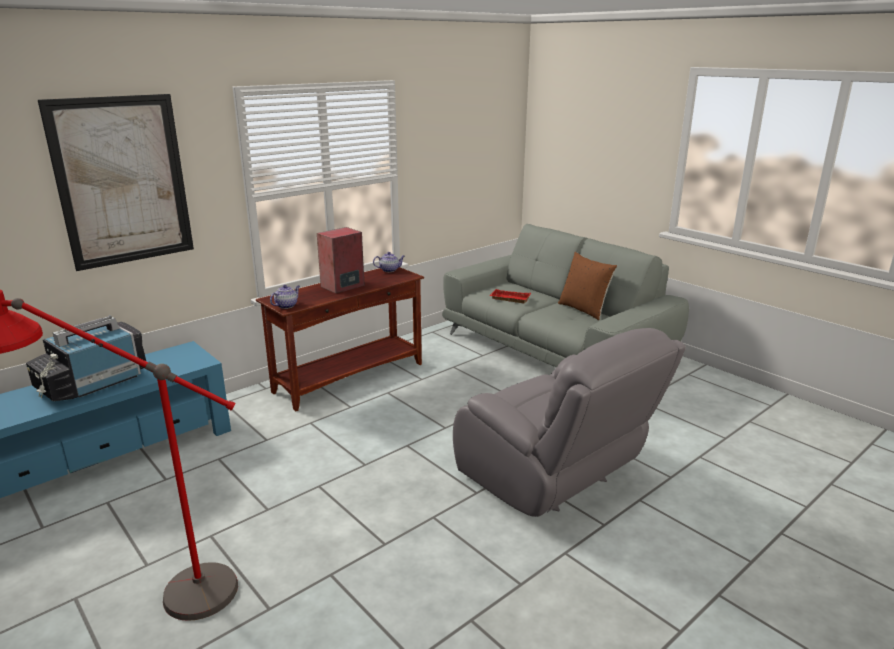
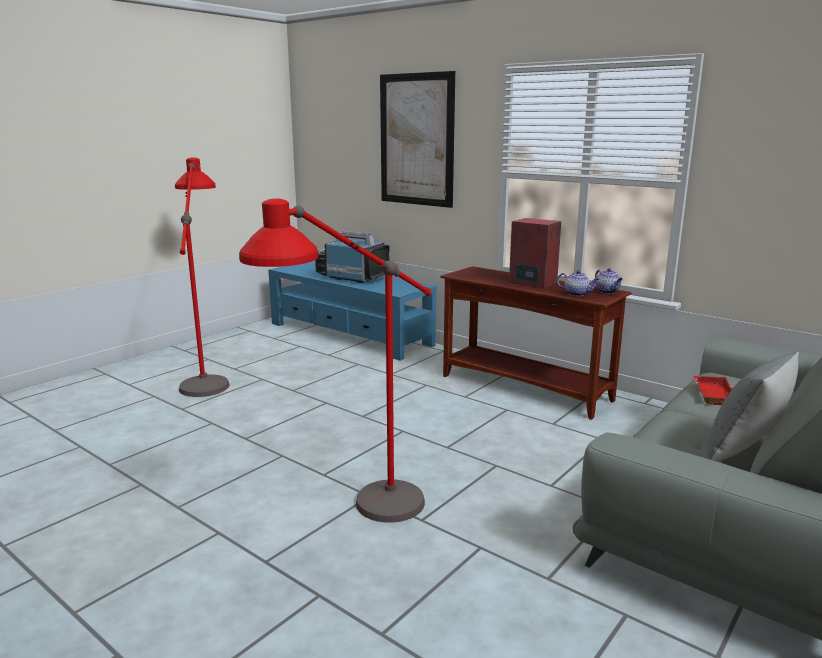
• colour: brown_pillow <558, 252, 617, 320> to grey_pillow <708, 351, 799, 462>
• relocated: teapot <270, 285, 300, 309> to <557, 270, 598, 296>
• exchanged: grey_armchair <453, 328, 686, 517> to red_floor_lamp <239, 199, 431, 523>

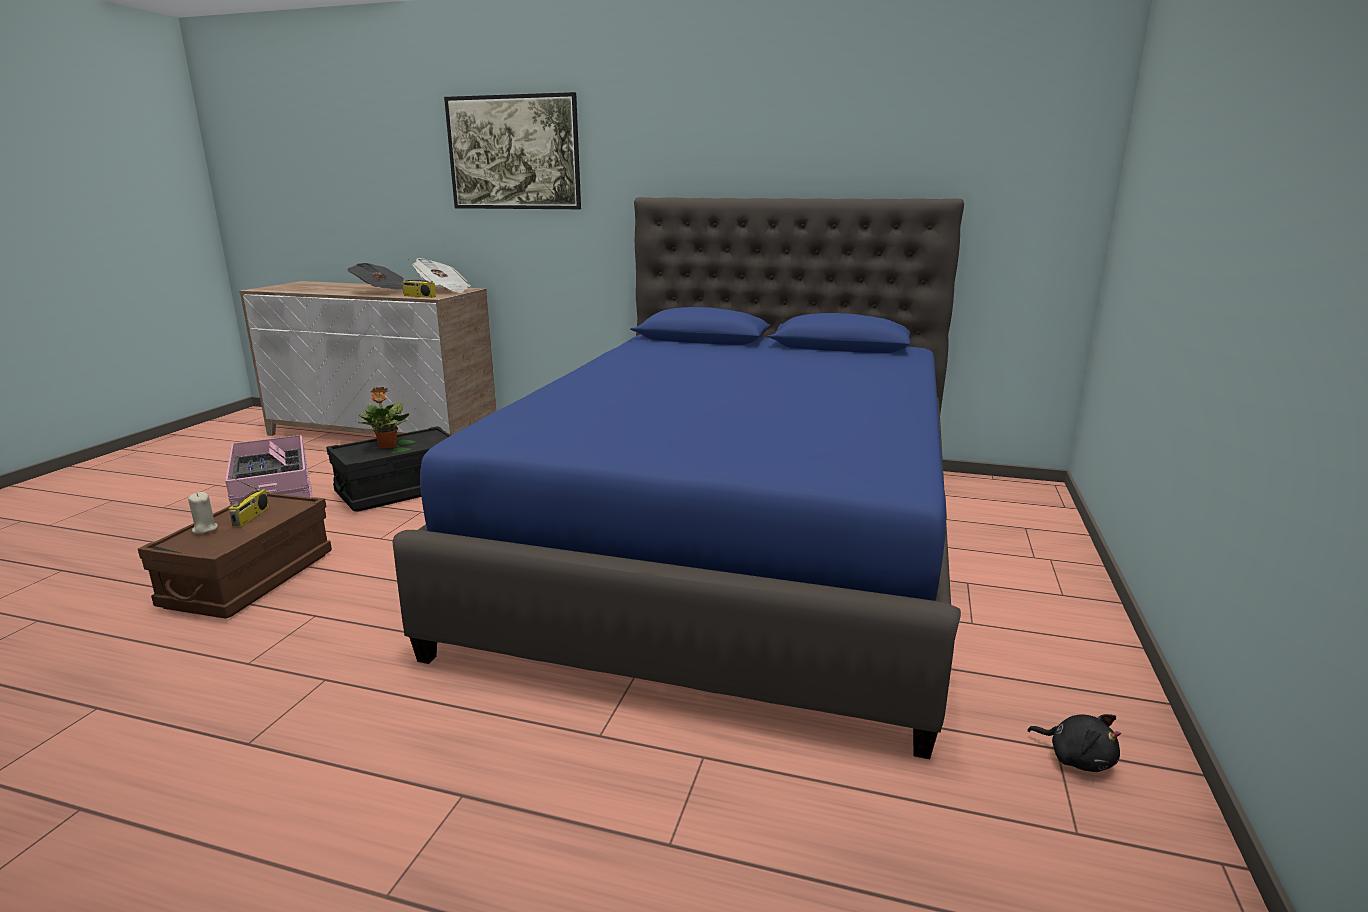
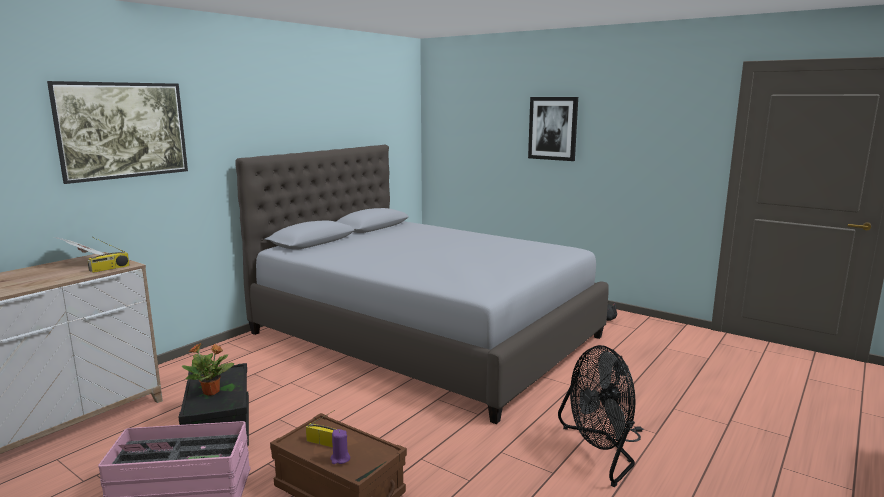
• colour: blue_bed <392, 197, 964, 759> to grey_bed <235, 145, 609, 424>
• missing: newspaper <348, 263, 404, 290>
• colour: beige_candle <188, 492, 218, 534> to purple_candle <330, 429, 350, 464>
• appeared: picture <528, 97, 578, 161>
• appeared: black_fan <558, 345, 643, 487>

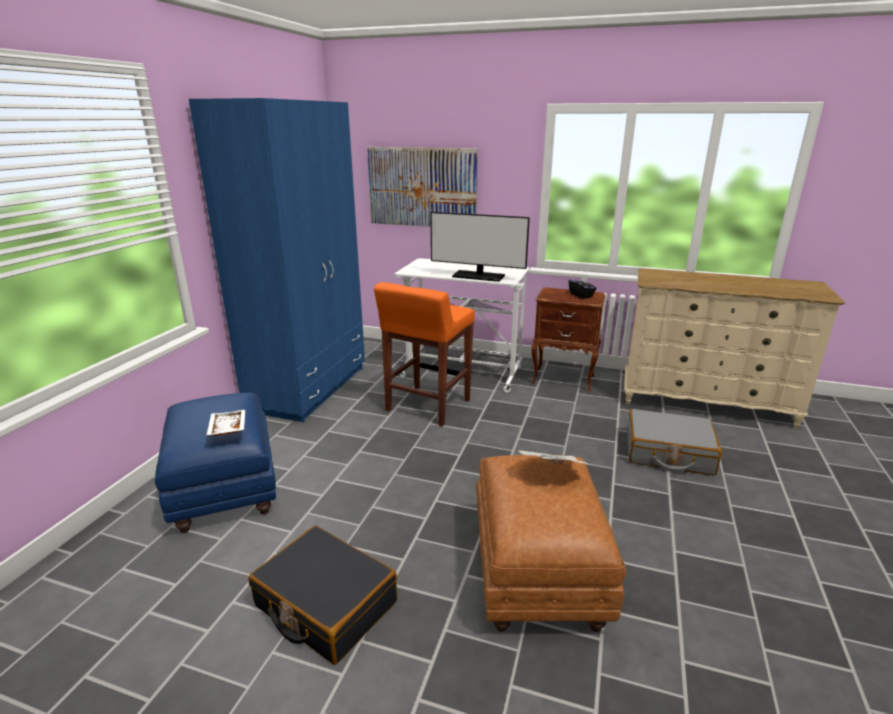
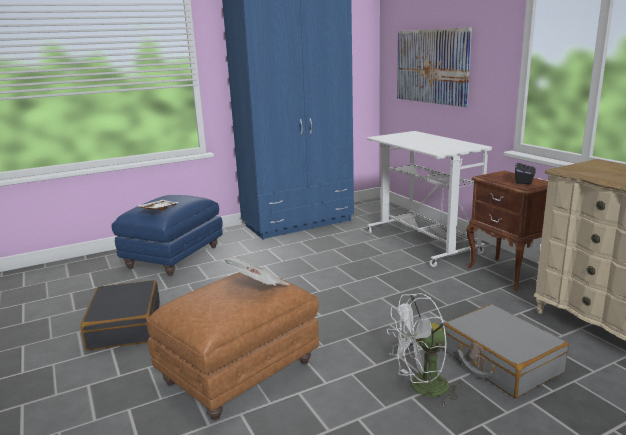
• missing: monitor <430, 212, 530, 282>
• missing: orange_stool <374, 282, 475, 426>
• appeared: white_fan <387, 293, 462, 406>

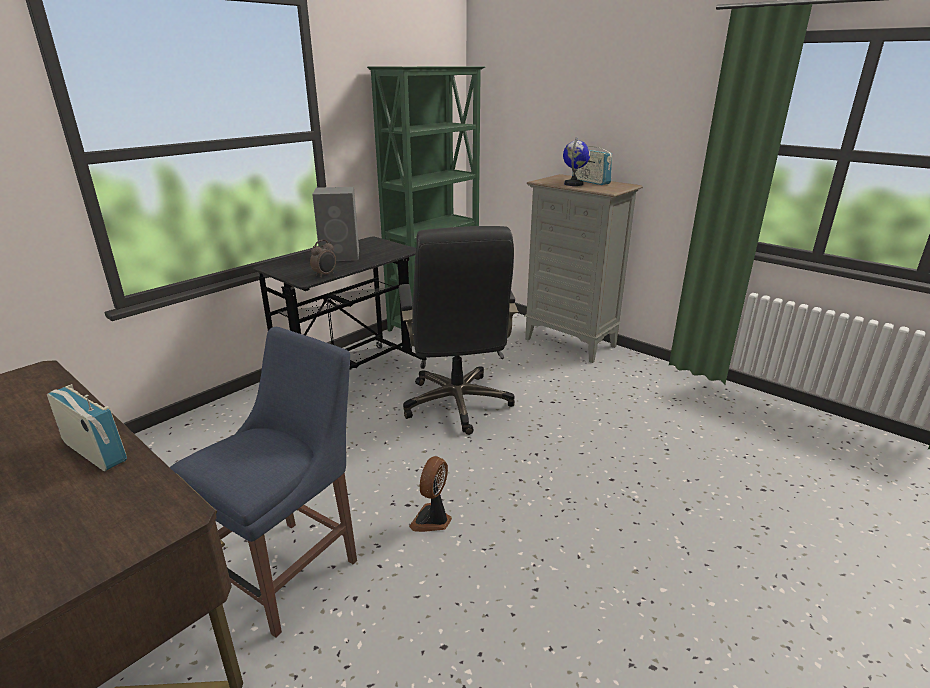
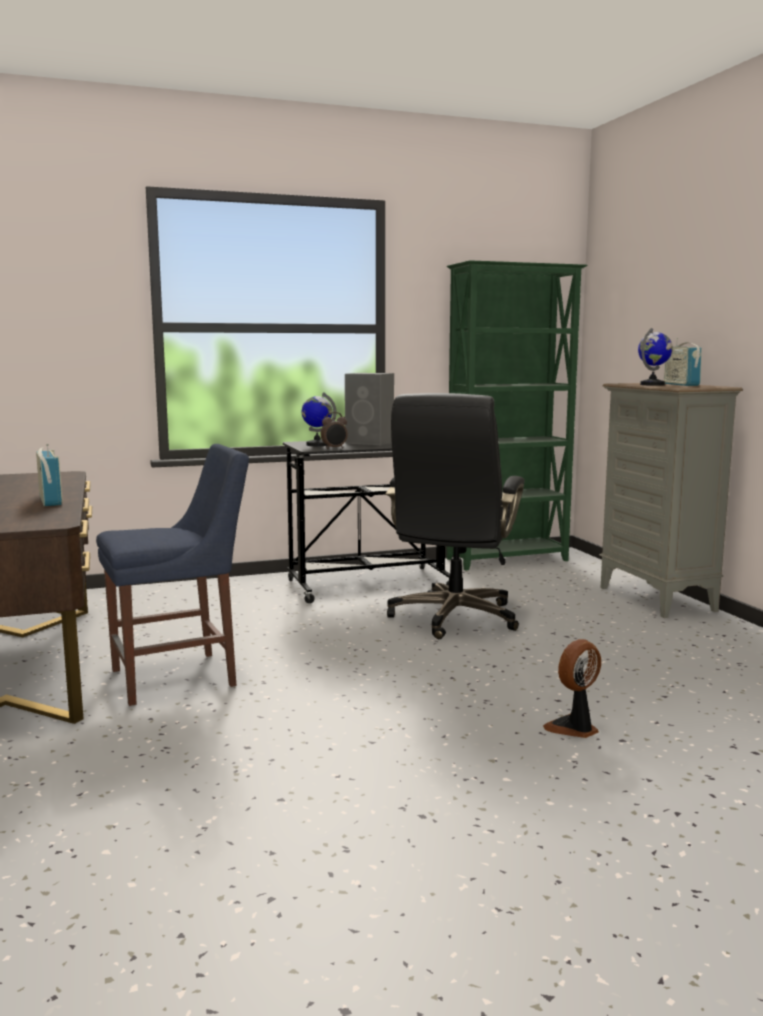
• relocated: fan <409, 456, 452, 532> to <543, 639, 601, 738>
• appeared: globe <302, 392, 336, 446>

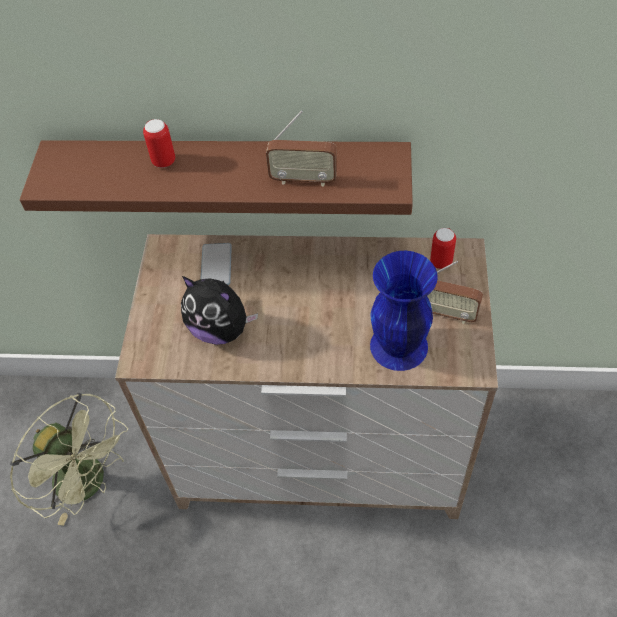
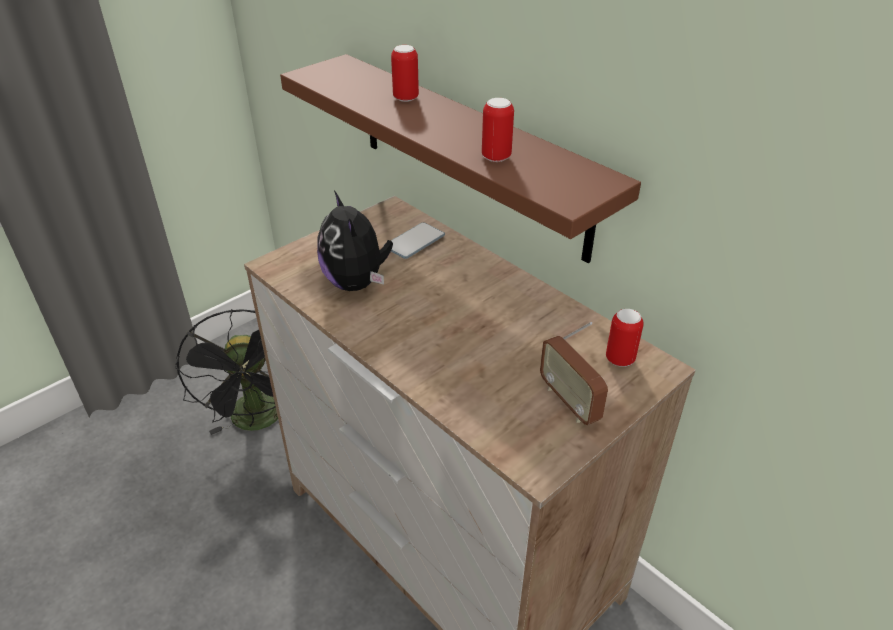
• exchanged: radio <266, 111, 337, 186> to can <482, 98, 514, 162>
• missing: blue_vase <370, 251, 438, 371>
• colour: green_fan <10, 393, 128, 526> to black_fan <175, 309, 278, 435>

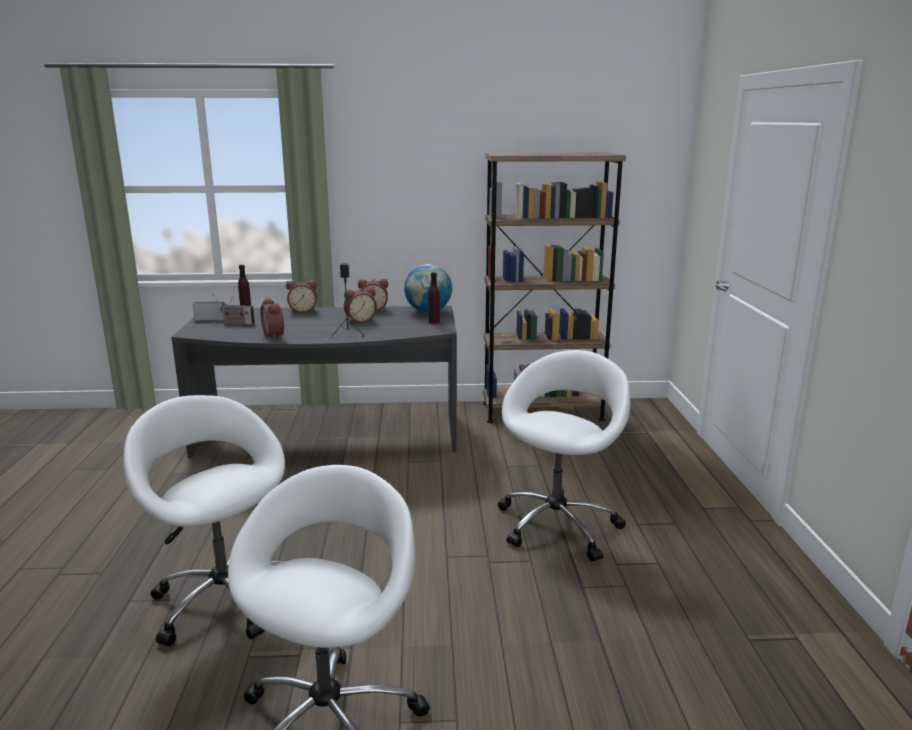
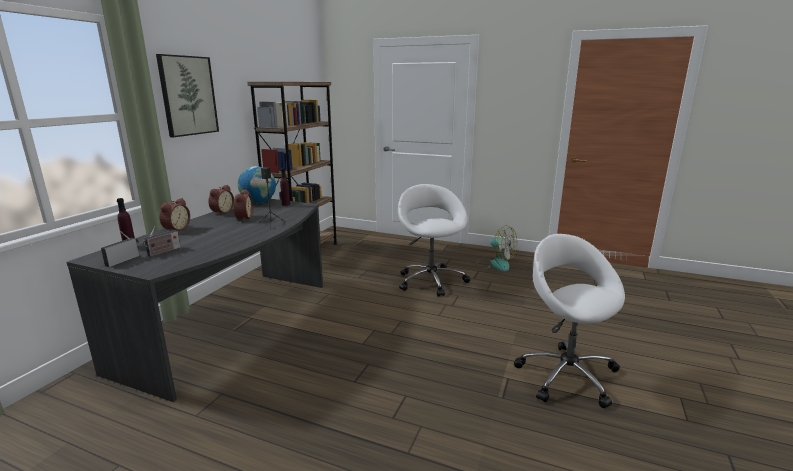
• missing: alarm_clock <260, 298, 284, 339>
• missing: white_office_chair <123, 395, 286, 646>
• appeared: picture <156, 54, 219, 137>
• appeared: fan <476, 225, 517, 271>

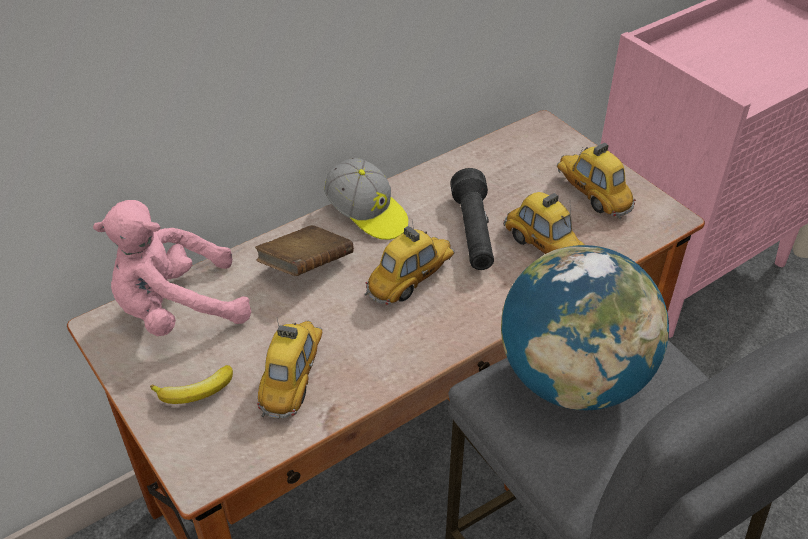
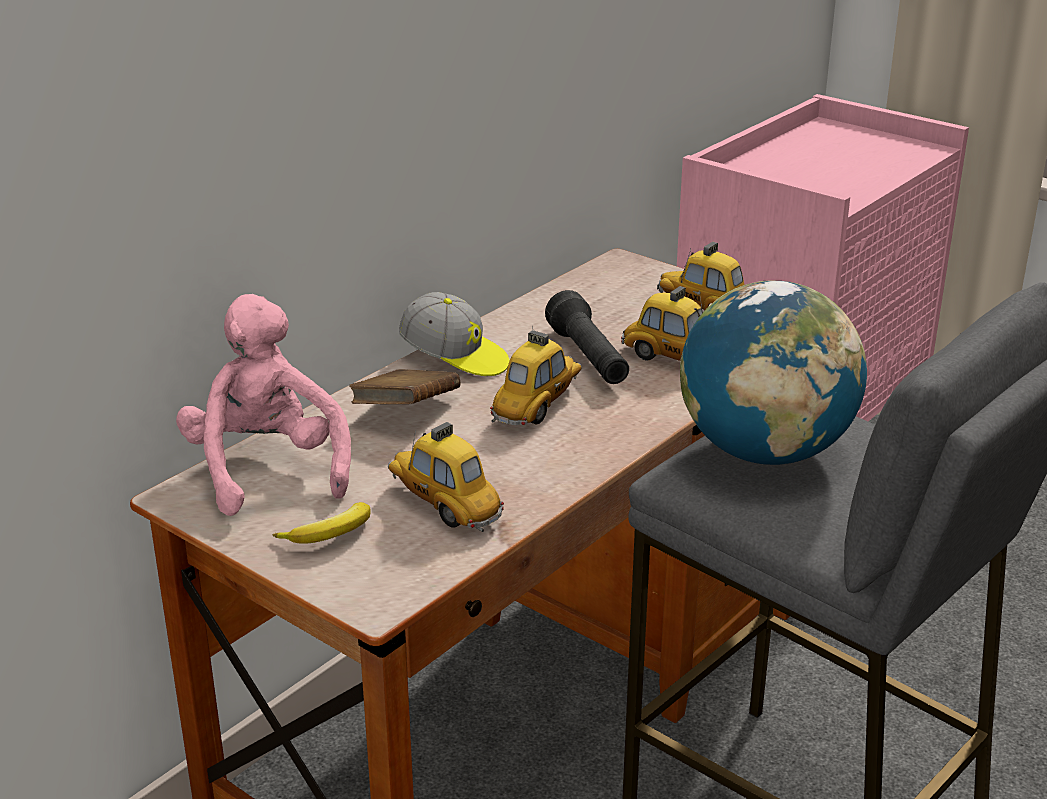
• spun: pink_plush_toy <93, 200, 251, 336> = <176, 294, 351, 516> 105 degrees clockwise
• spun: toy_car <257, 319, 322, 418> = <388, 422, 504, 532> 45 degrees counterclockwise

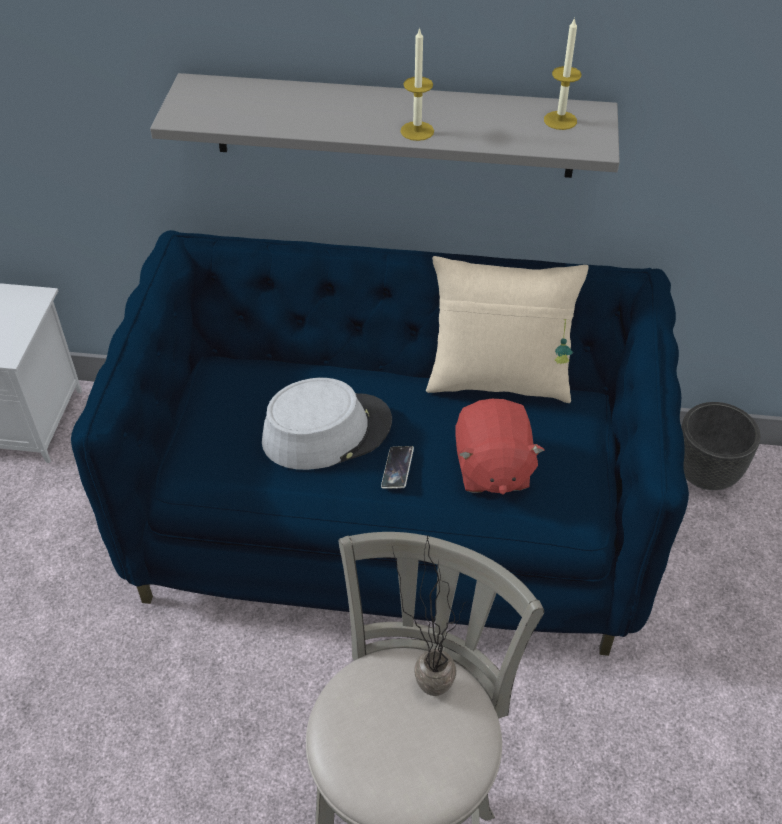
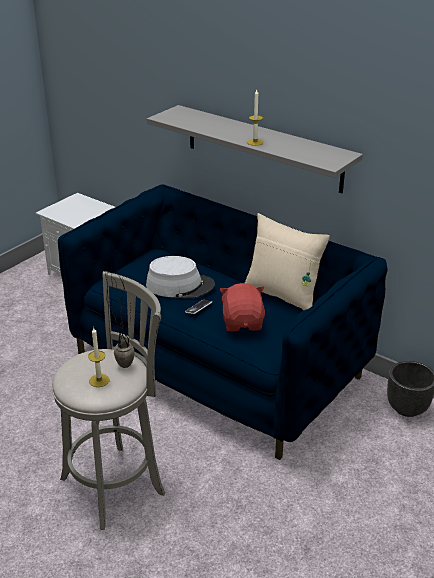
• relocated: candle <544, 17, 581, 130> to <88, 328, 109, 387>
• spun: red_plush_toy <455, 399, 545, 494> = <219, 283, 265, 331> 150 degrees clockwise

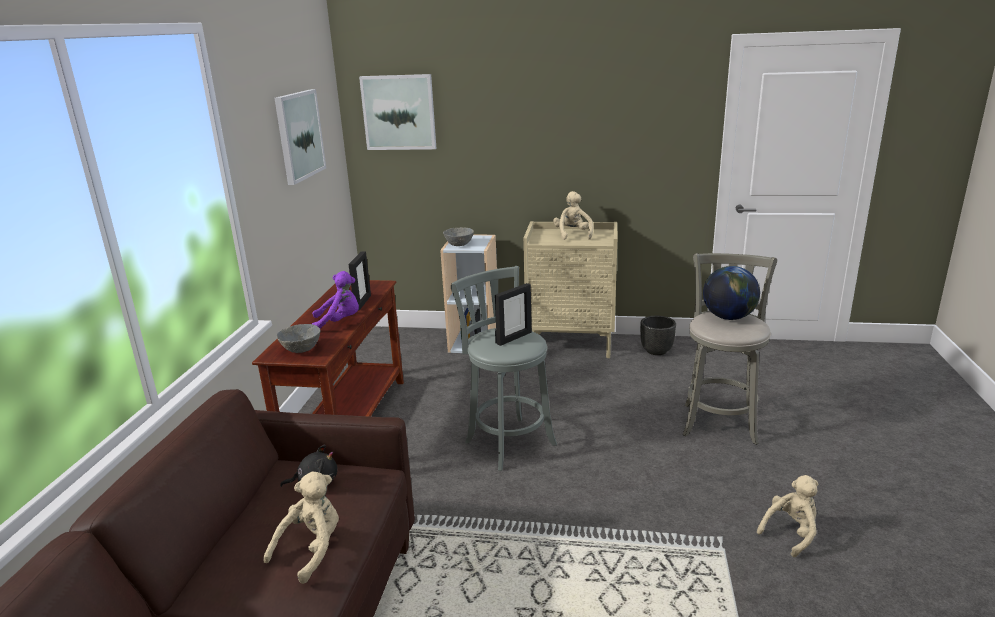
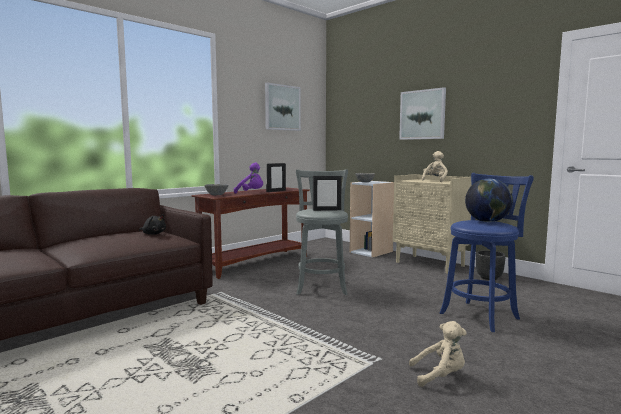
• relocated: picture <359, 74, 436, 150> to <399, 87, 446, 140>
• colour: grey_stool <683, 253, 777, 445> to blue_stool <440, 173, 534, 332>
• missing: beige_plush_toy <263, 472, 339, 584>

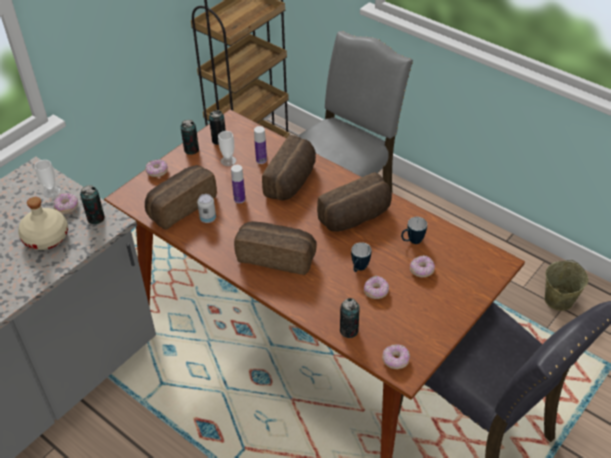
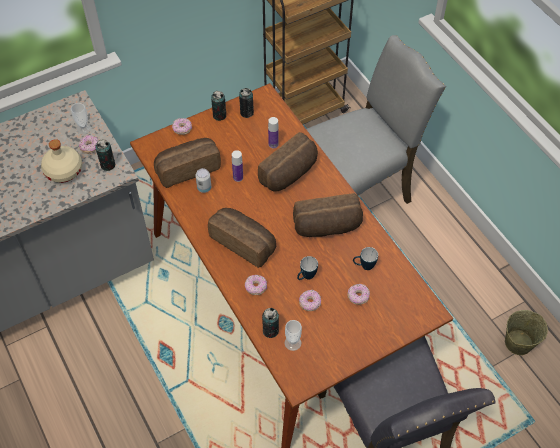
• relocated: cup <218, 131, 236, 166> to <285, 320, 302, 351>
• relocated: donut <382, 344, 410, 369> to <245, 275, 267, 295>

